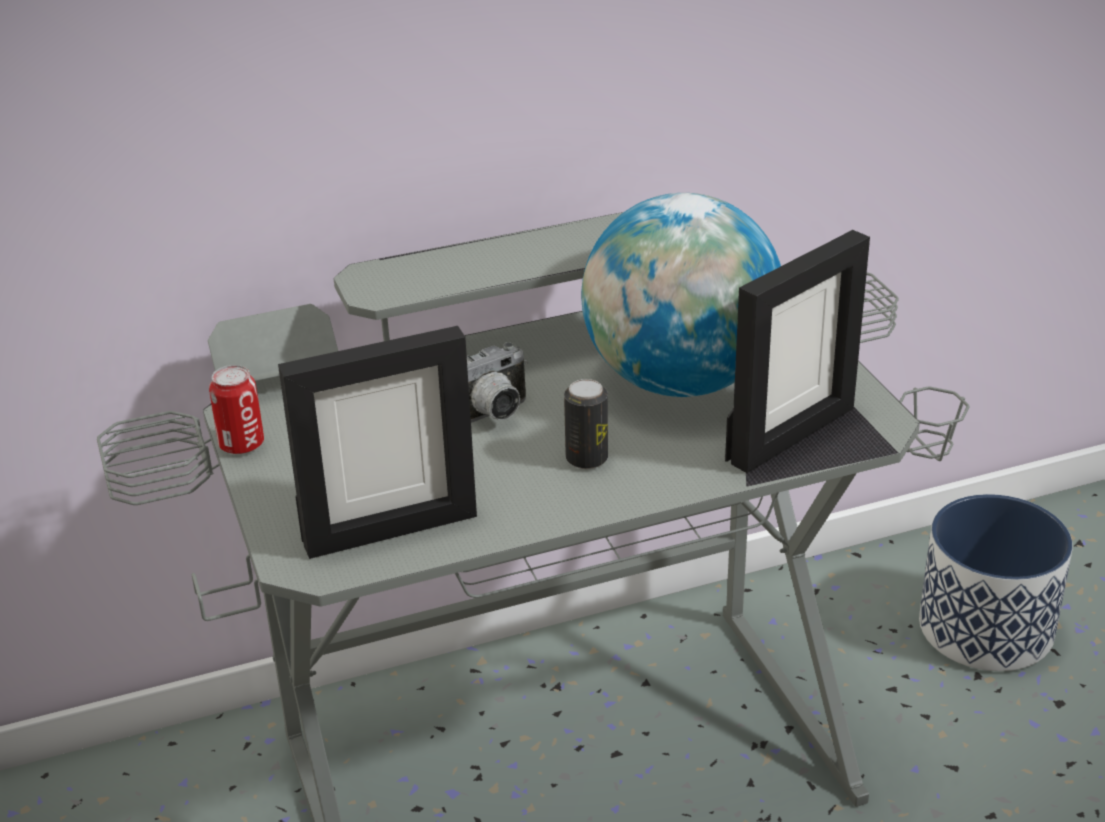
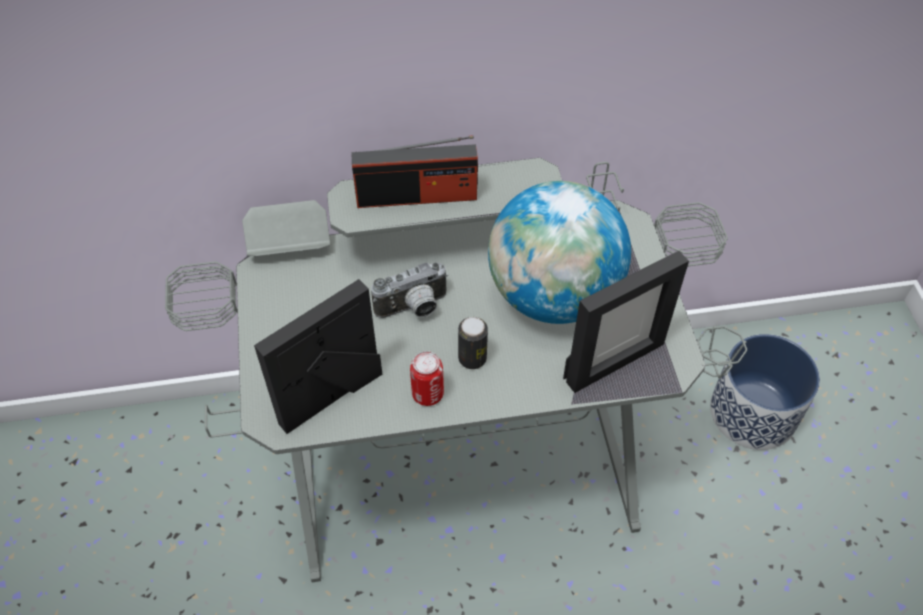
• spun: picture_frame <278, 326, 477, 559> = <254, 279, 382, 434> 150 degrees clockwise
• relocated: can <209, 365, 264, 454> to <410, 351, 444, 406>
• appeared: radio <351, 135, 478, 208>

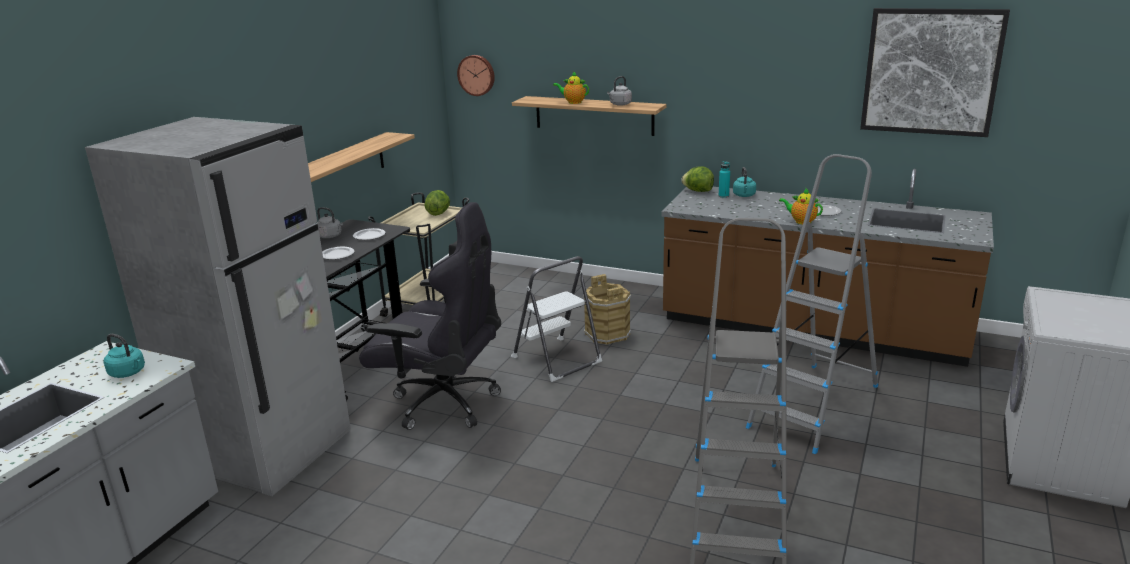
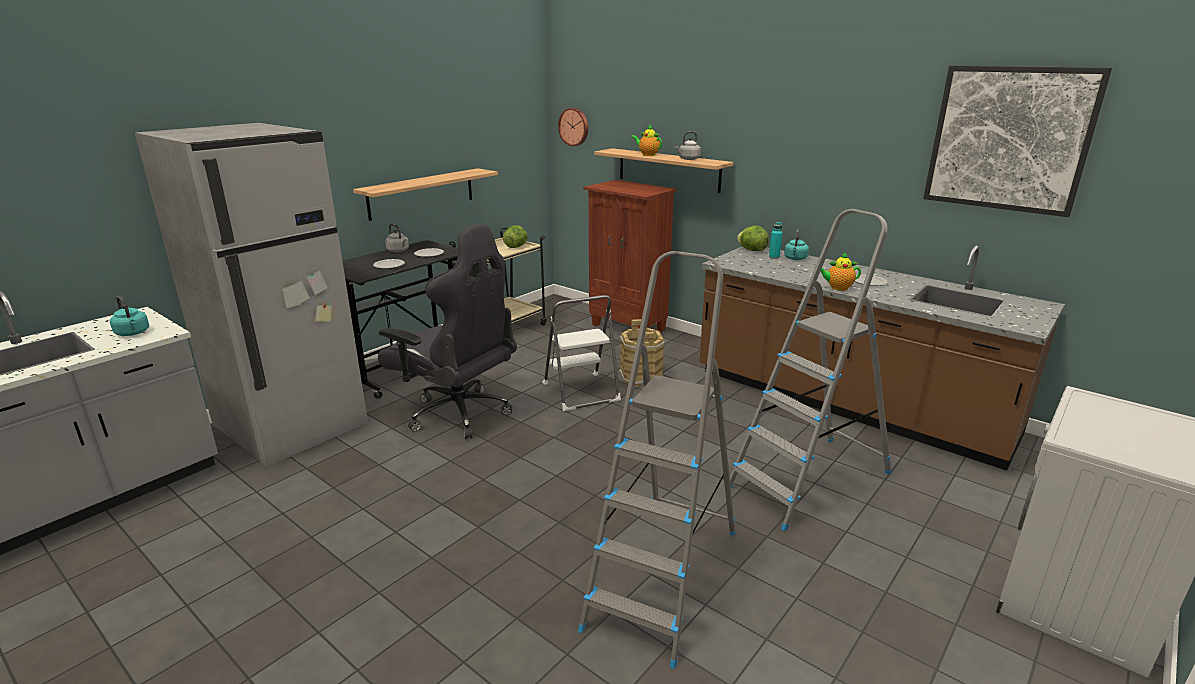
• spun: teapot <779, 189, 823, 225> = <814, 252, 861, 291> 45 degrees counterclockwise
• appeared: brown_cabinet <583, 180, 676, 332>

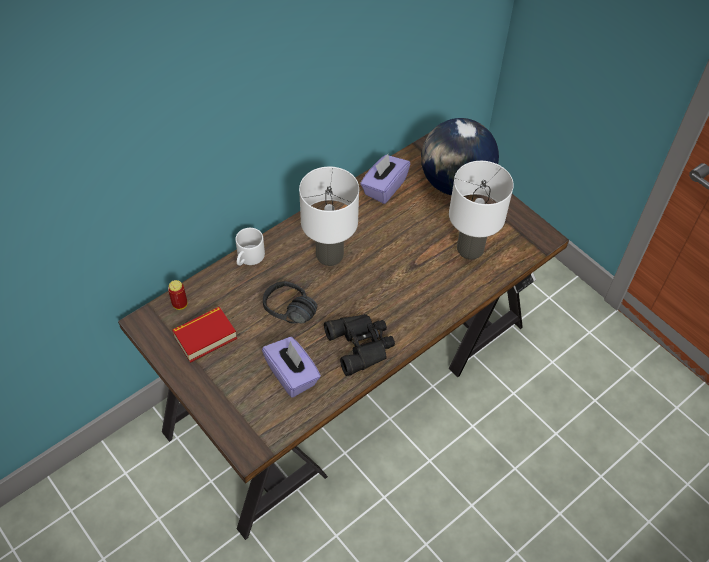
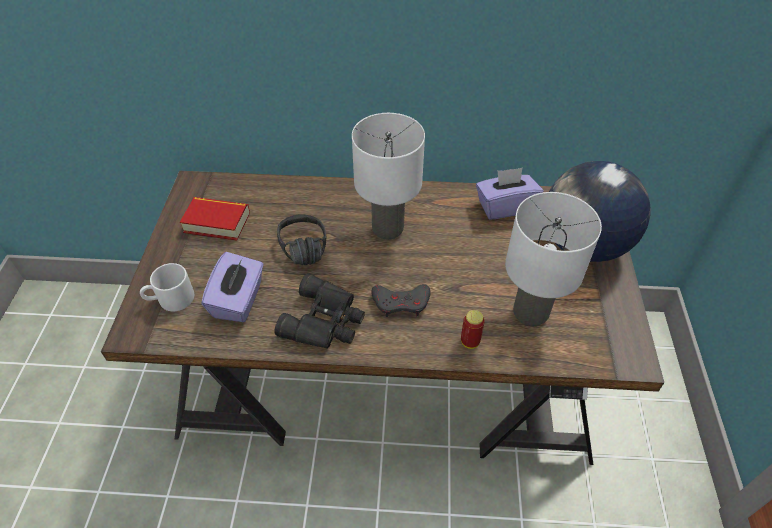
• relocated: white_mug <235, 228, 265, 266> to <140, 263, 194, 311>
• relocated: can <168, 280, 187, 310> to <461, 310, 485, 349>
• appeared: grey_game_controller <371, 284, 431, 317>

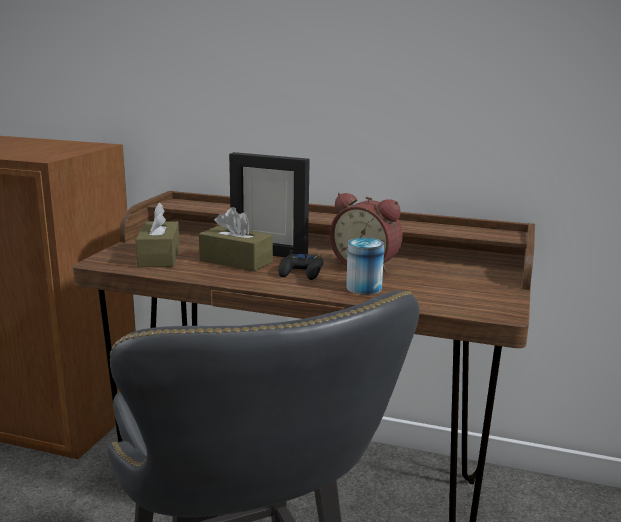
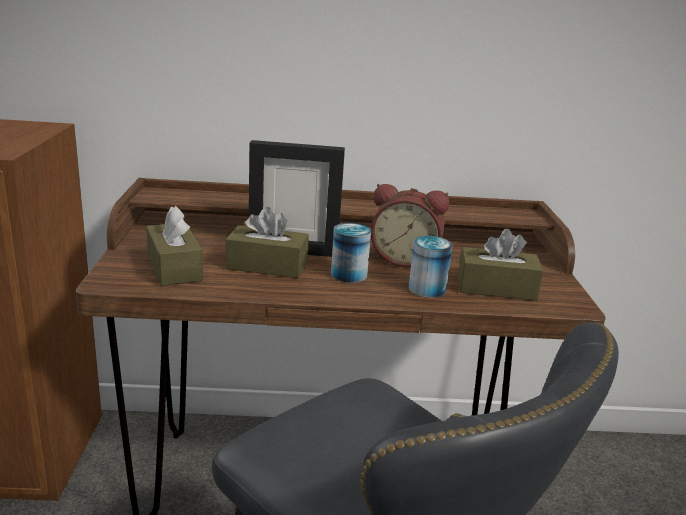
• exchanged: black_game_controller <278, 250, 323, 280> to can <331, 223, 371, 283>
• appeared: brown_tissue_box <458, 229, 544, 301>

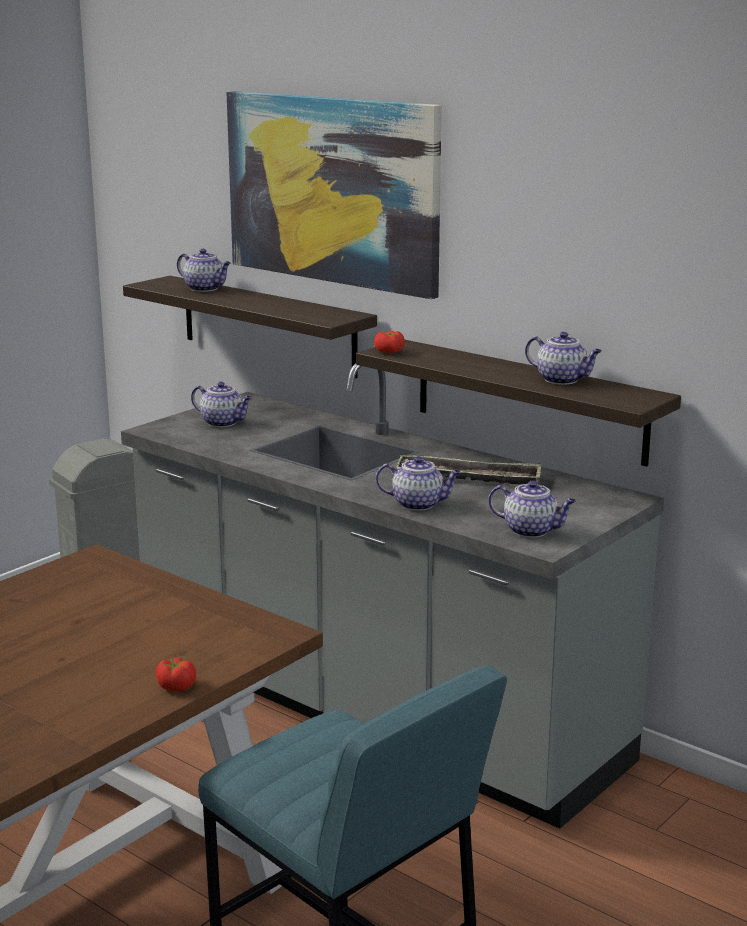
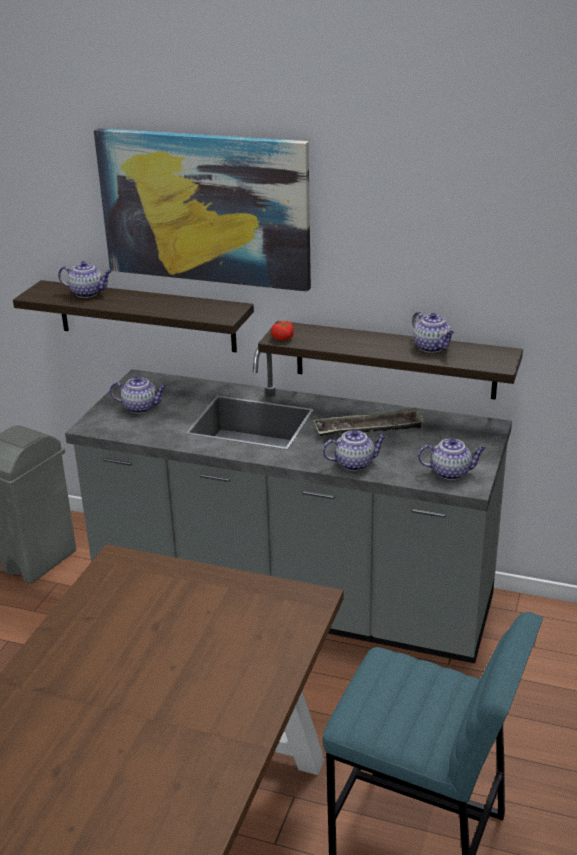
• spun: teapot <525, 332, 602, 385> = <412, 312, 454, 353> 45 degrees clockwise
• missing: tomato <156, 658, 196, 692>

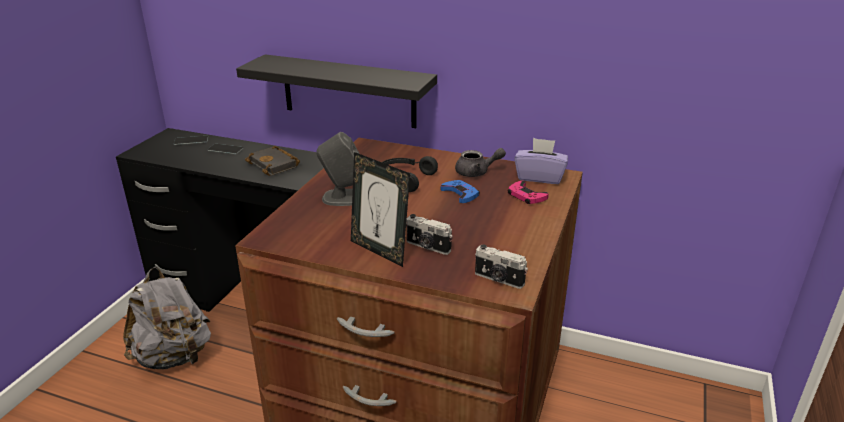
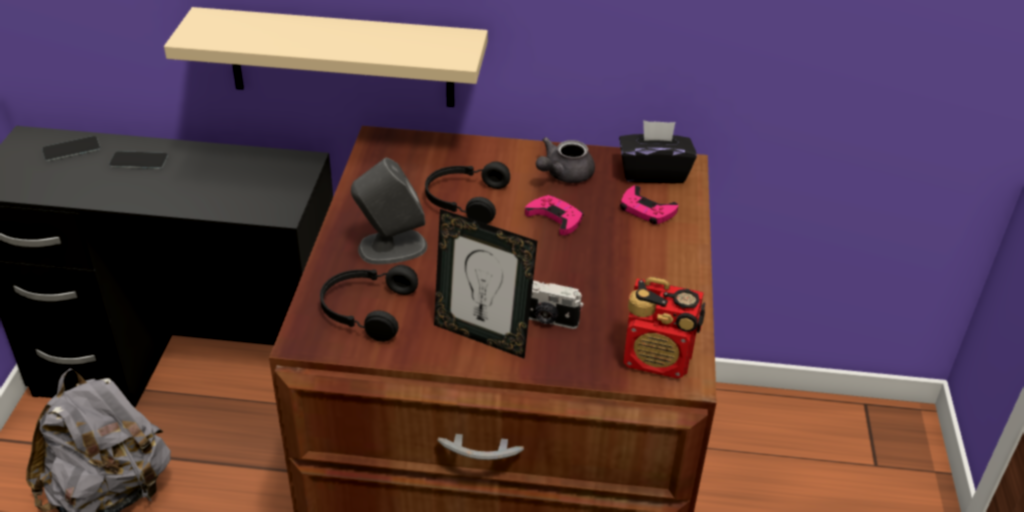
• colour: black_shelf <236, 54, 437, 128> to beige_shelf <164, 7, 488, 107>
• colour: purple_tissue_box <514, 138, 568, 184> to black_tissue_box <619, 120, 697, 184>
• missing: black_book <245, 146, 300, 176>
• spun: grey_teapot <455, 148, 506, 177> = <536, 137, 595, 183> 150 degrees clockwise
• colour: blue_game_controller <441, 180, 480, 203> to pink_game_controller <525, 195, 584, 235>
• exchanged: photo_camera <475, 244, 528, 289> to radio <623, 277, 705, 379>
• appeared: black_headphones <320, 265, 418, 342>

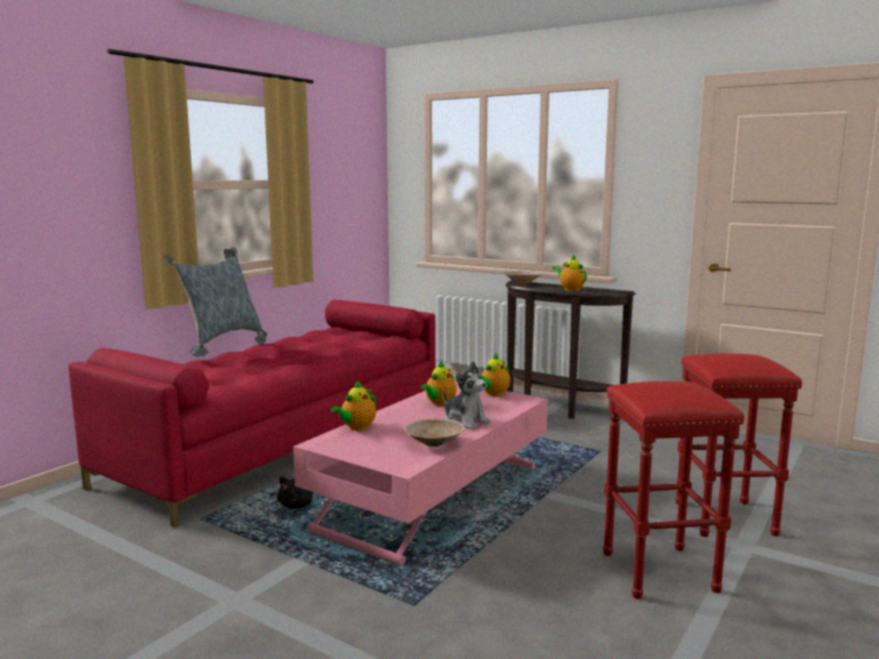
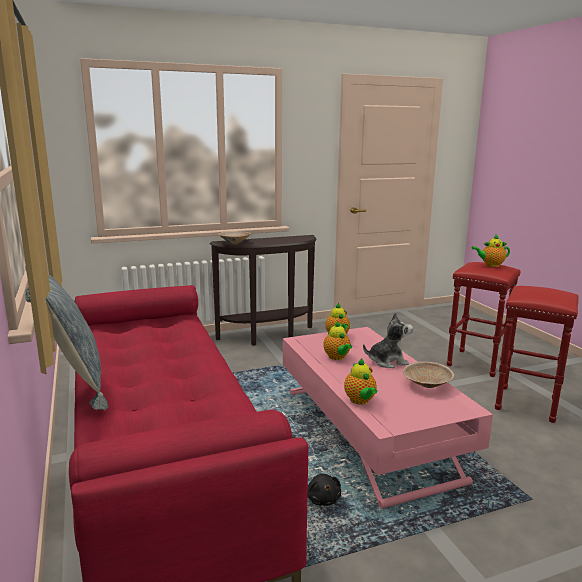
• relocated: teapot <552, 254, 587, 291> to <471, 234, 510, 267>

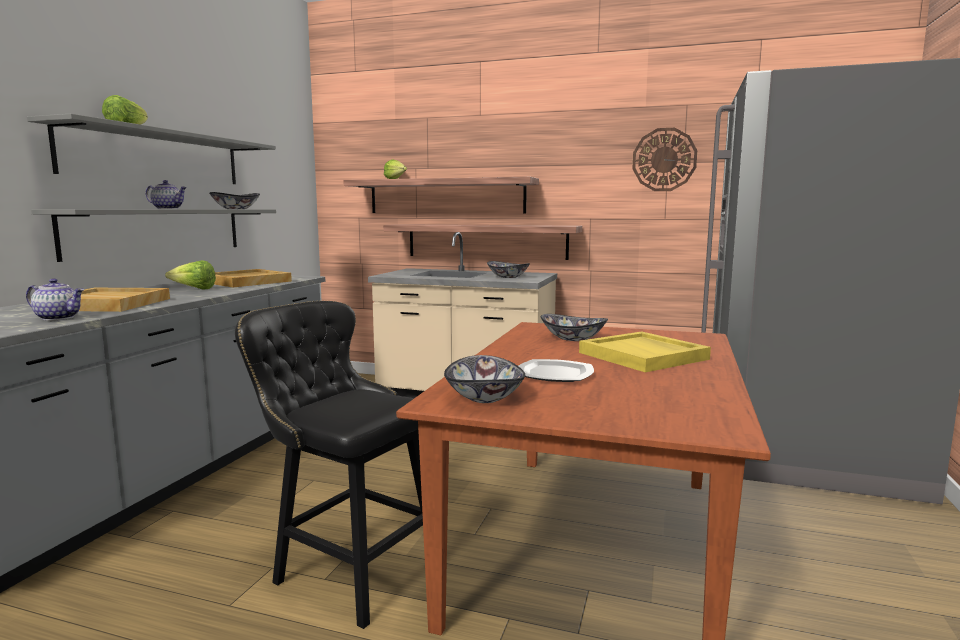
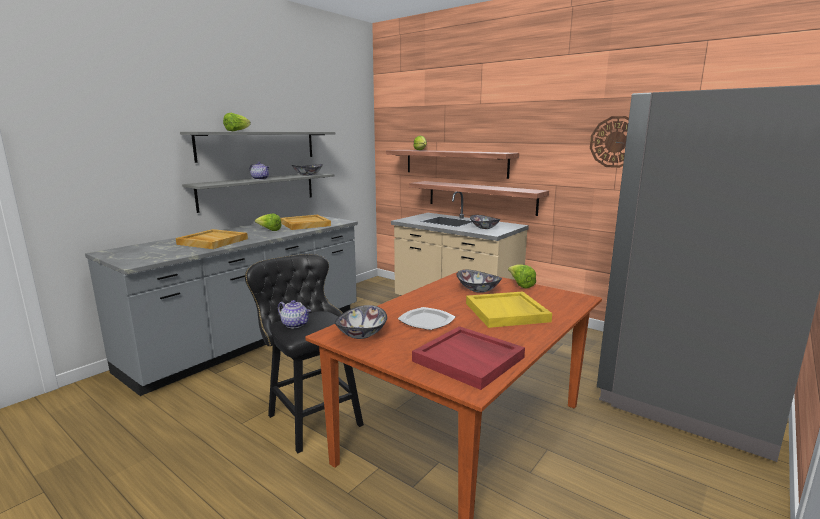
• relocated: teapot <26, 279, 84, 321> to <278, 300, 311, 328>
• appeared: lettuce <508, 264, 536, 288>
• appeared: red_tray <412, 326, 525, 390>

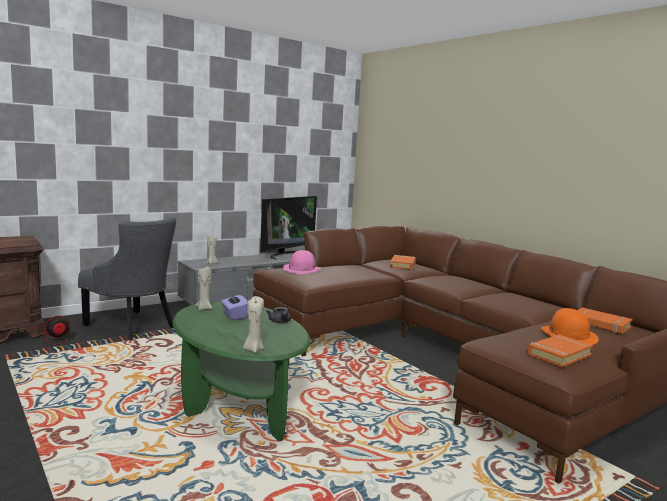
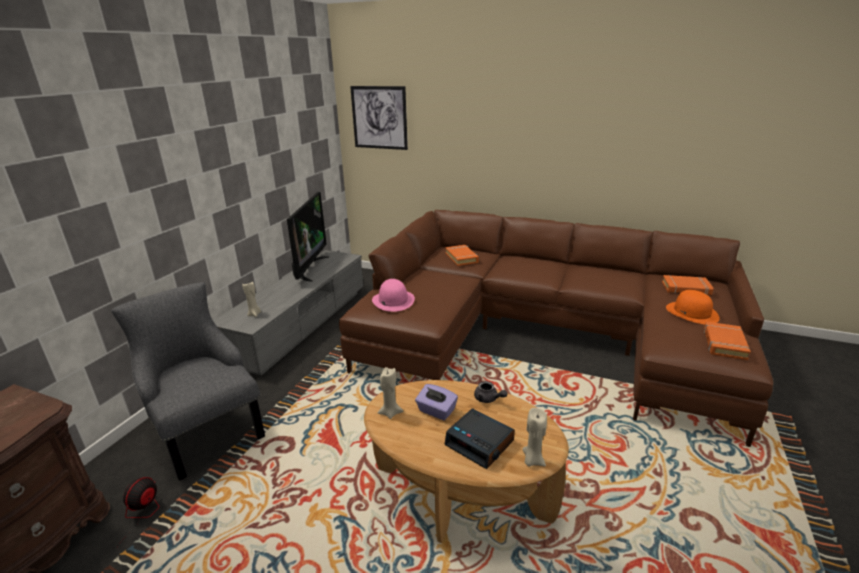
• spun: grey_armchair <77, 217, 176, 340> = <111, 282, 265, 481> 135 degrees counterclockwise
• colour: green_coffee_table <172, 301, 311, 441> to brown_coffee_table <364, 380, 569, 543>
• appeared: picture <350, 86, 408, 150>
• appeared: alarm_clock <444, 408, 515, 469>

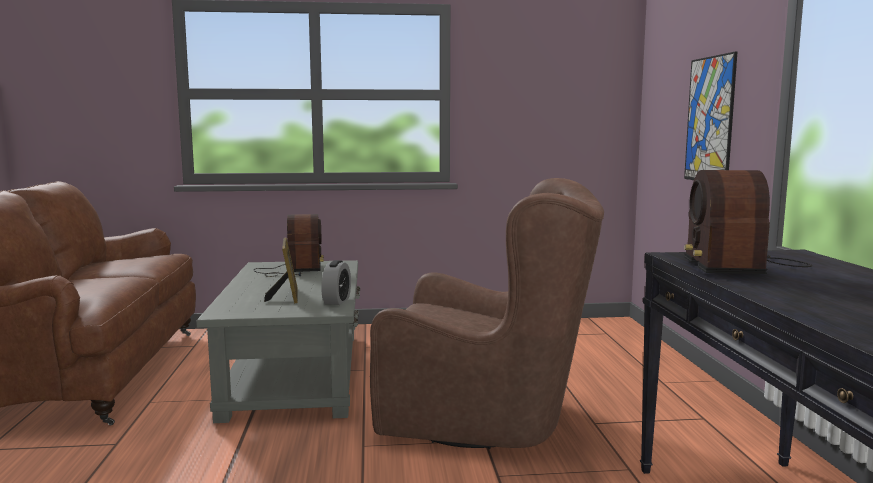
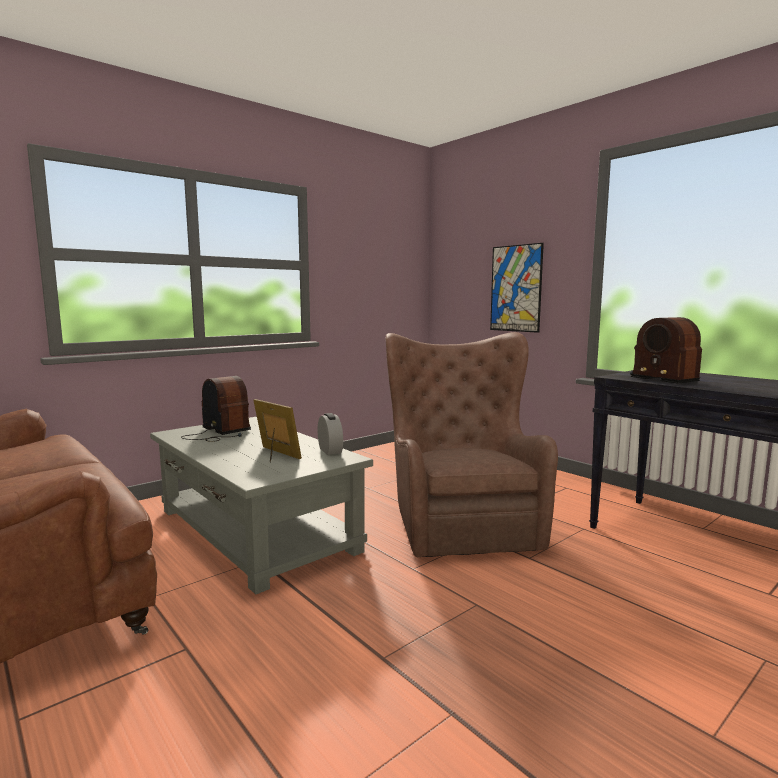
• spun: brown_armchair <370, 178, 604, 449> = <385, 332, 558, 557> 75 degrees counterclockwise

